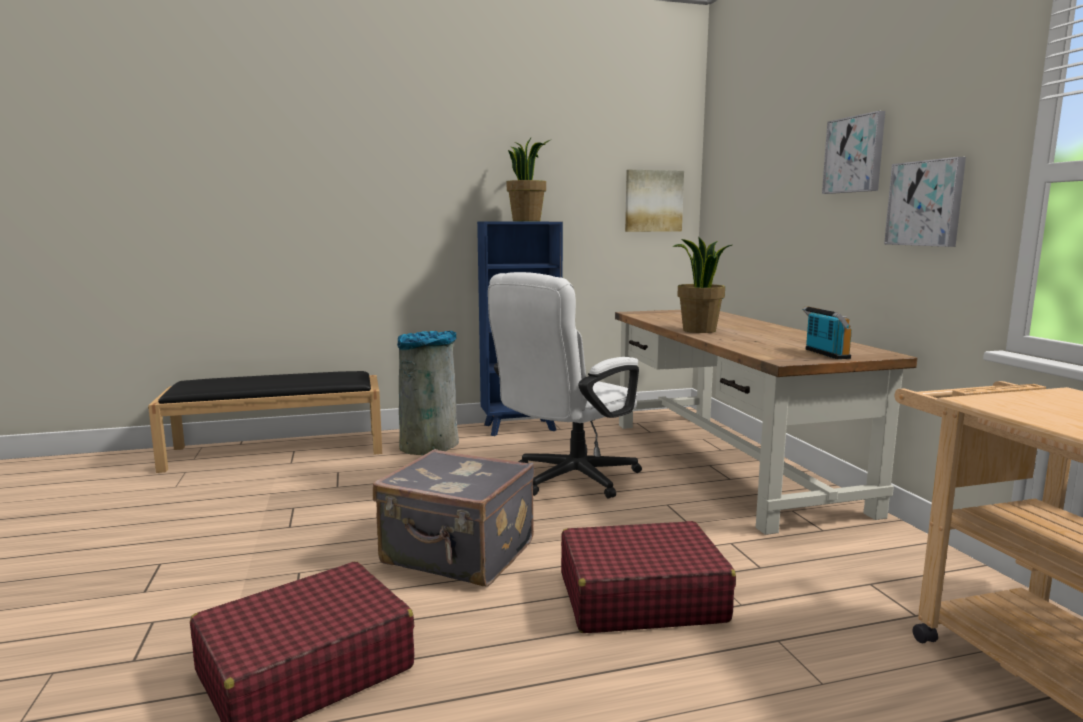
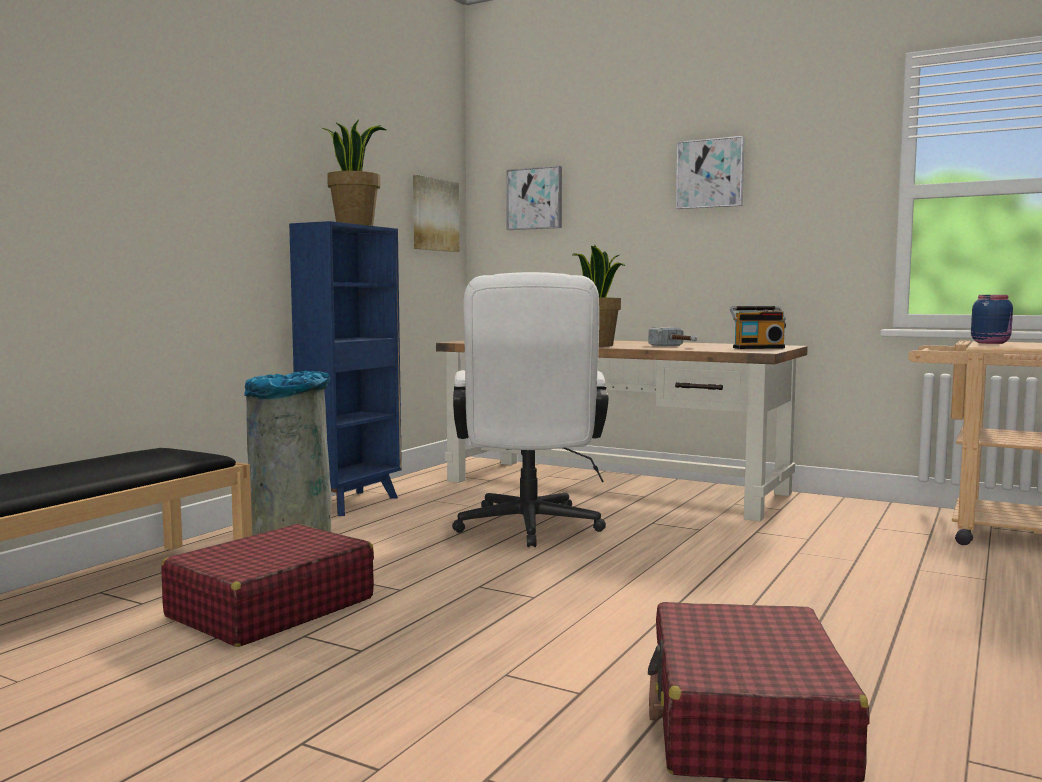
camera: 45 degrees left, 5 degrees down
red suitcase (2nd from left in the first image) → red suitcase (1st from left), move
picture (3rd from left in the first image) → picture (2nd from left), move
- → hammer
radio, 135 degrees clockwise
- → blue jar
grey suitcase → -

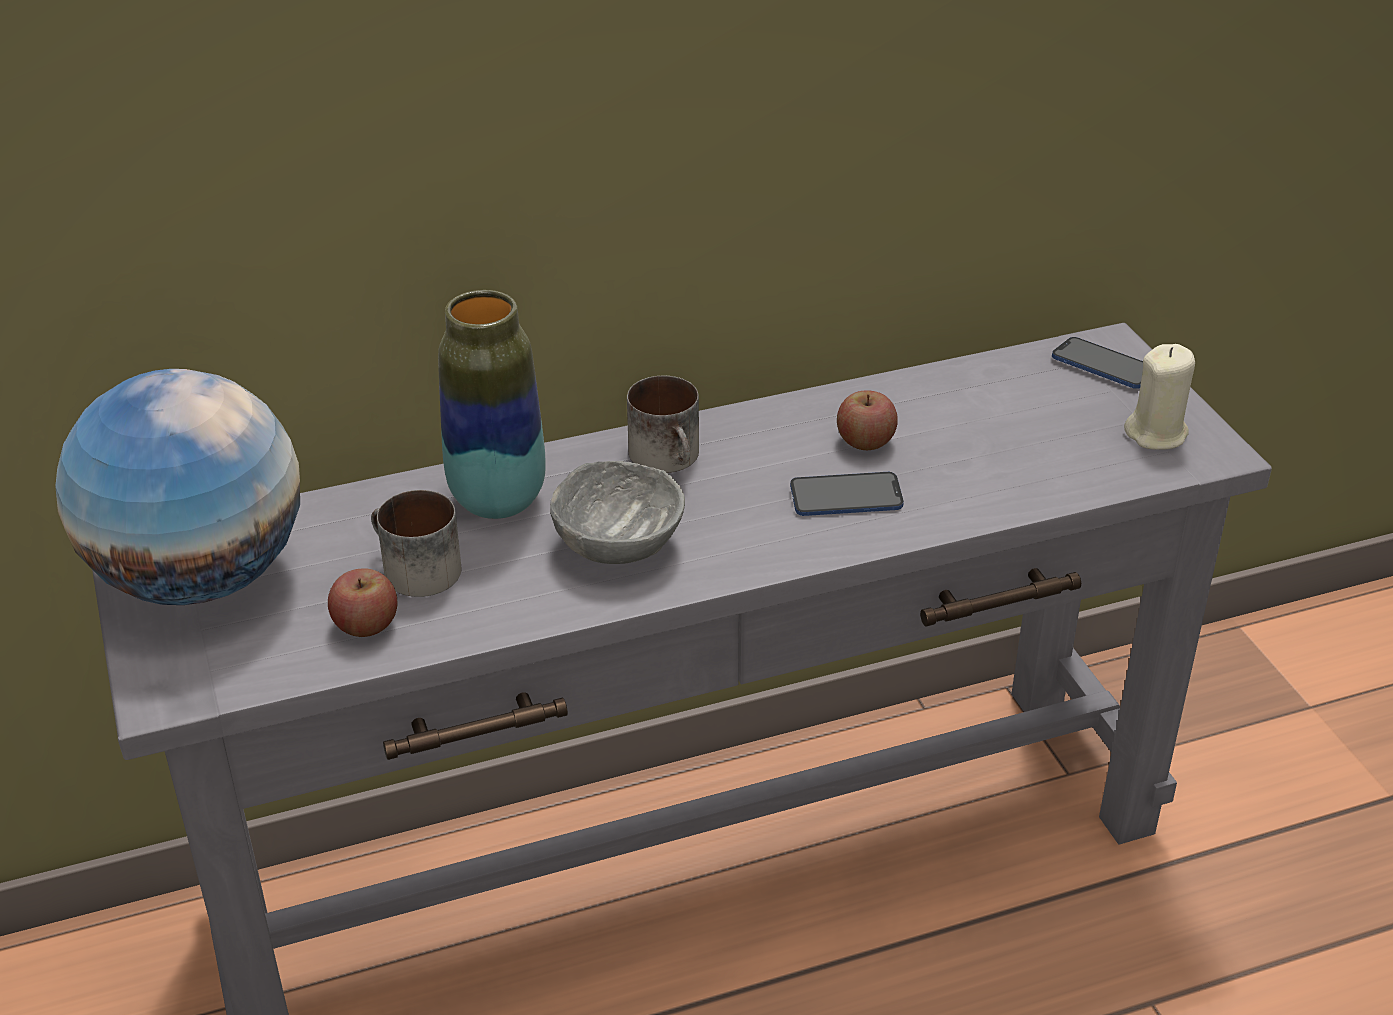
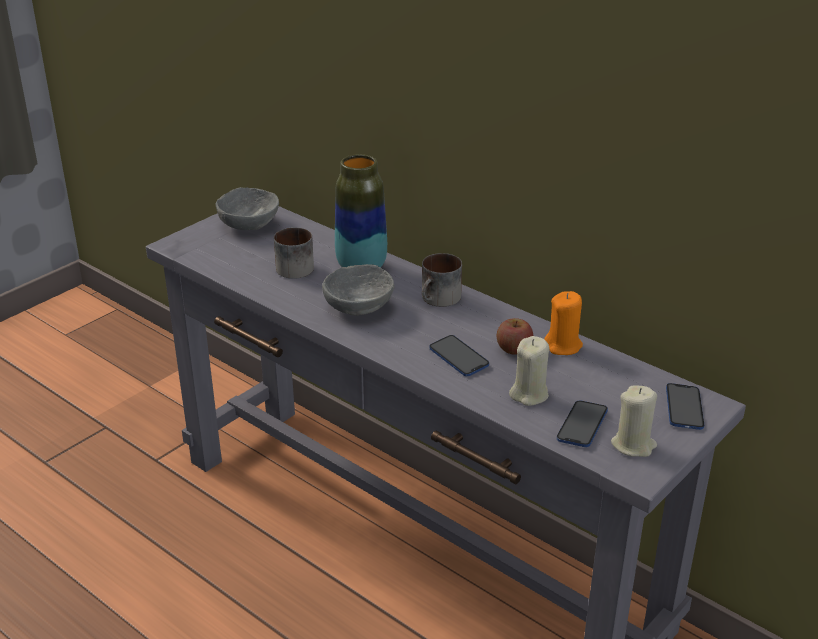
camera: 60 degrees right, 5 degrees down
globe → grey bowl (1st from left)
- → beige candle (1st from left)
- → orange candle
- → phone (2nd from left)
apple (1st from left) → -

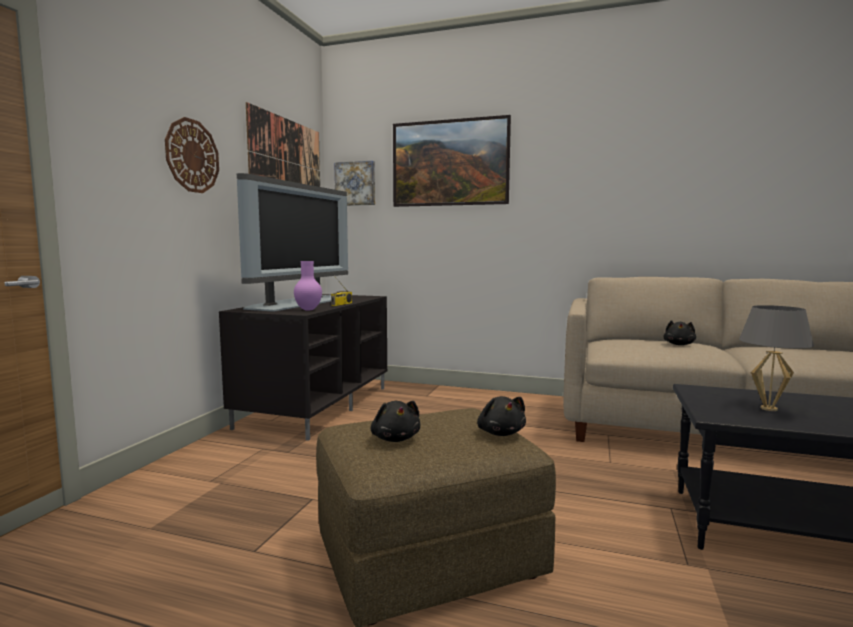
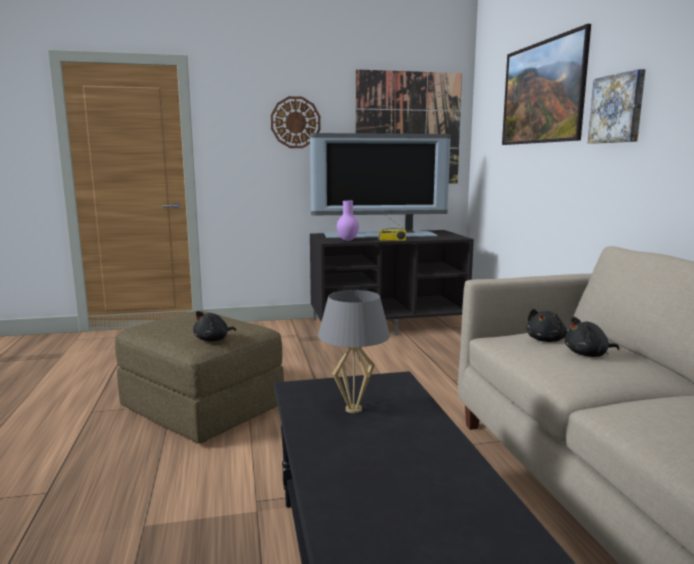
camera: 60 degrees right, 5 degrees up
black plush toy (1st from left in the first image) → black plush toy (2nd from left), move
picture (2nd from left in the first image) → picture (3rd from left), move

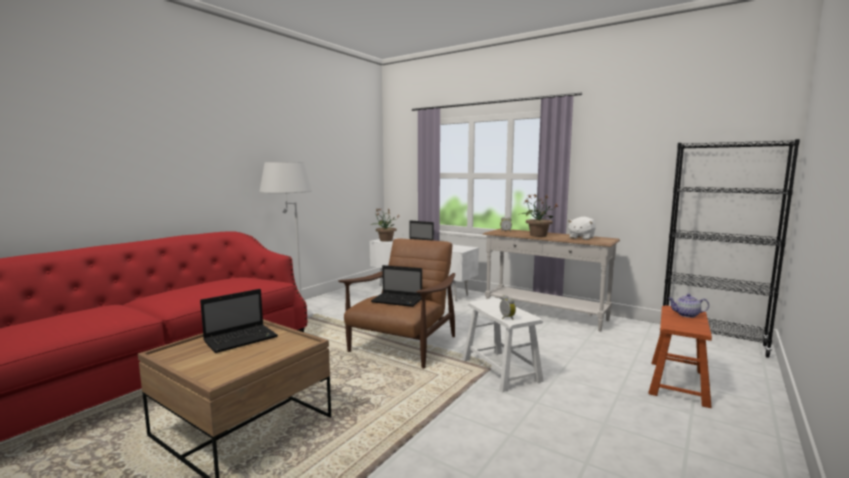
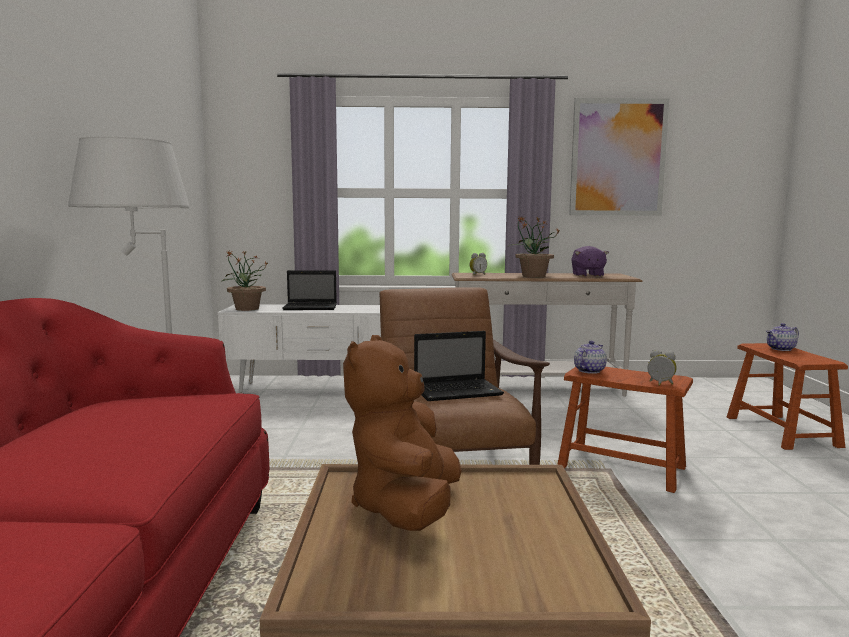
camera: 35 degrees left, 0 degrees up
laptop (1st from left) → brown plush toy
white stool → brown stool (1st from left)
- → picture
white plush toy → purple plush toy
- → teapot (1st from left)
black bookcase → -

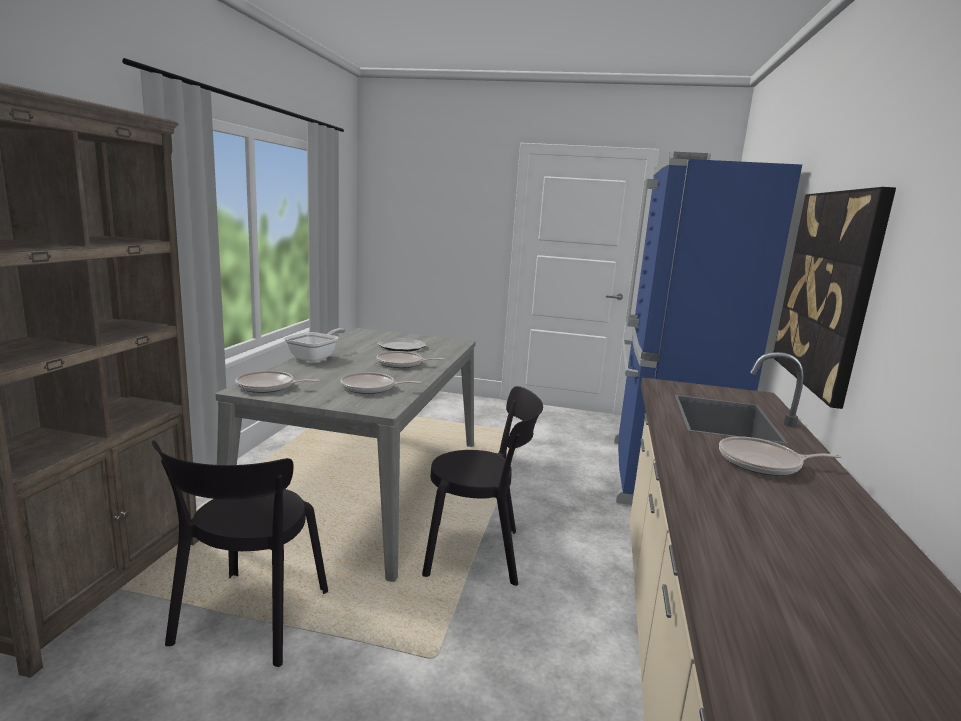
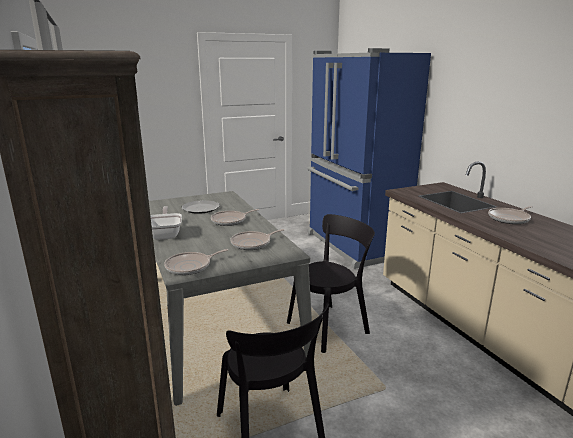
camera: 35 degrees left, 5 degrees up
picture → -

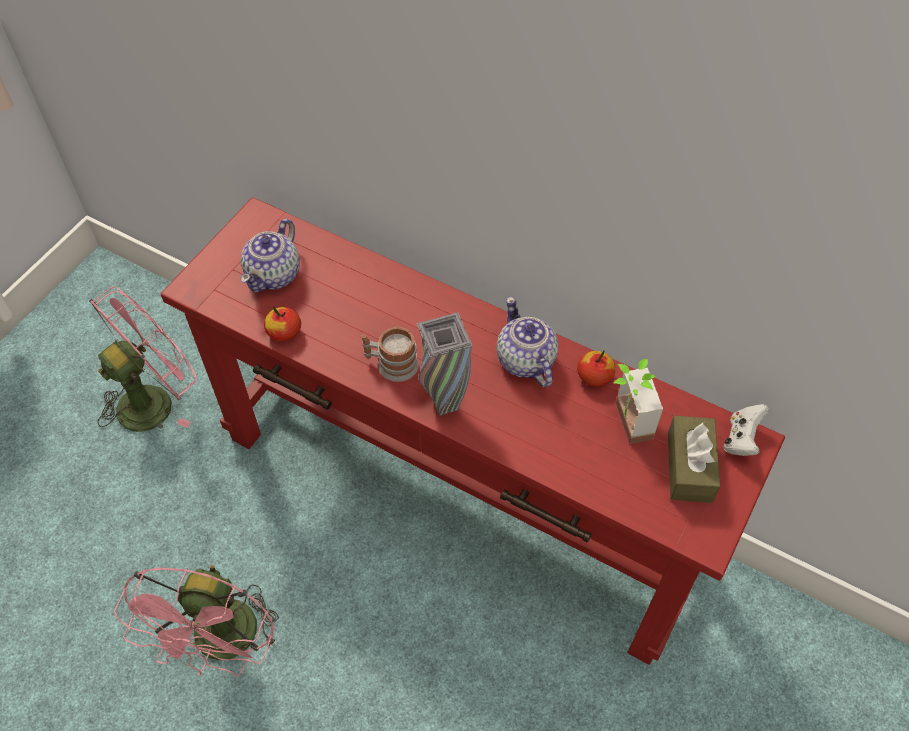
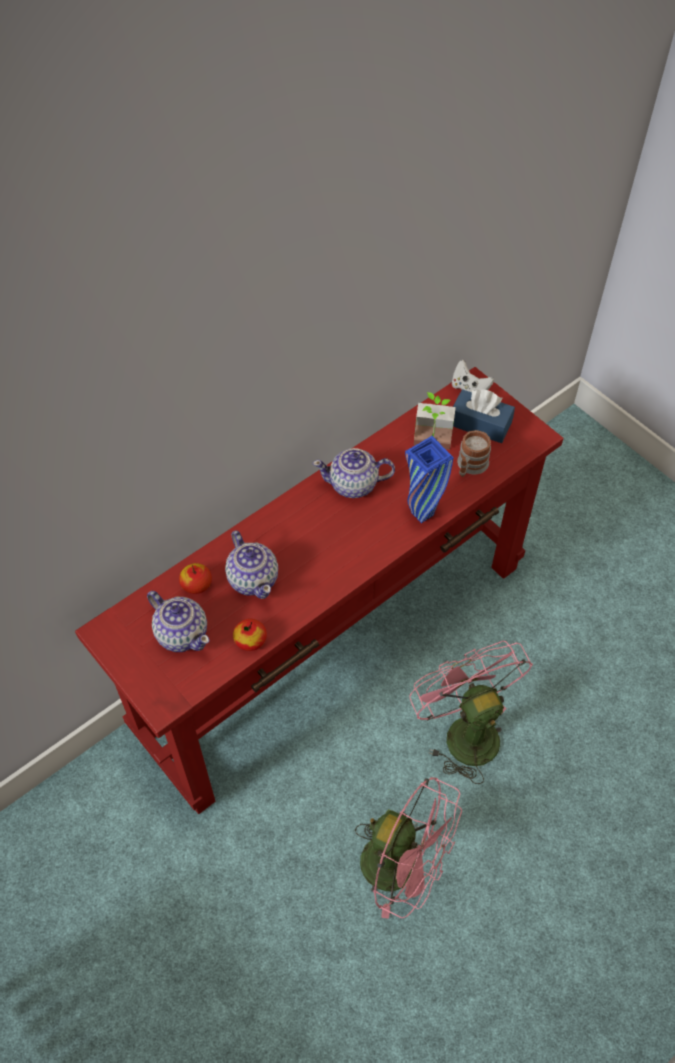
camera: 70 degrees left, 0 degrees up
apple (2nd from left in the first image) → apple (1st from left), move
- → teapot (2nd from left)
- → blue vase
pink fan (1st from left in the first image) → pink fan (2nd from left), move
brown tissue box → blue tissue box
mug, move
grey vase → -

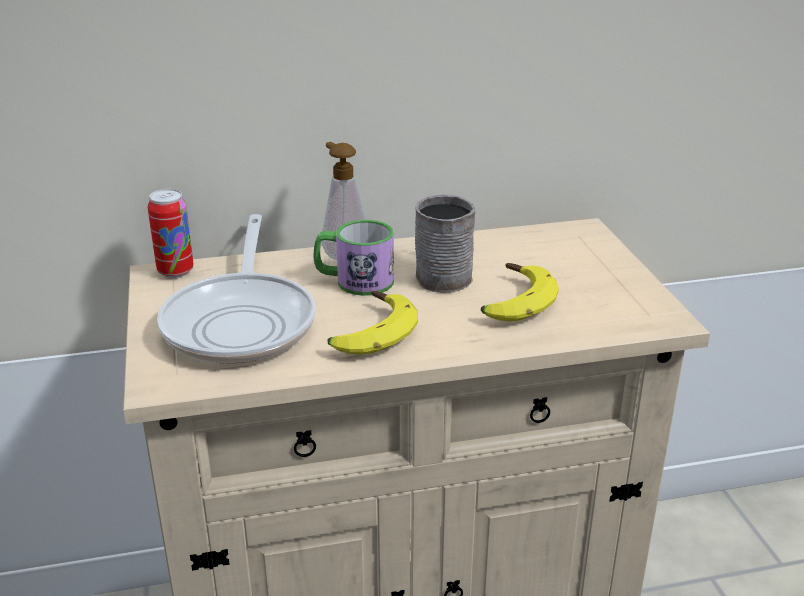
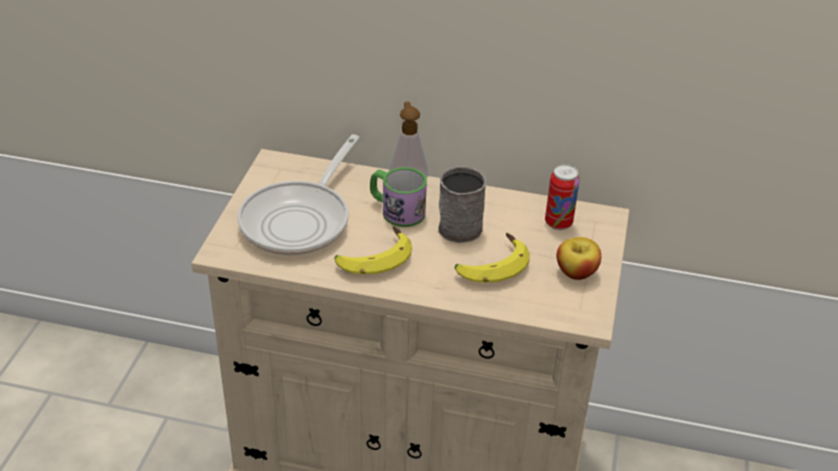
camera: 25 degrees right, 10 degrees up
can, move
- → apple

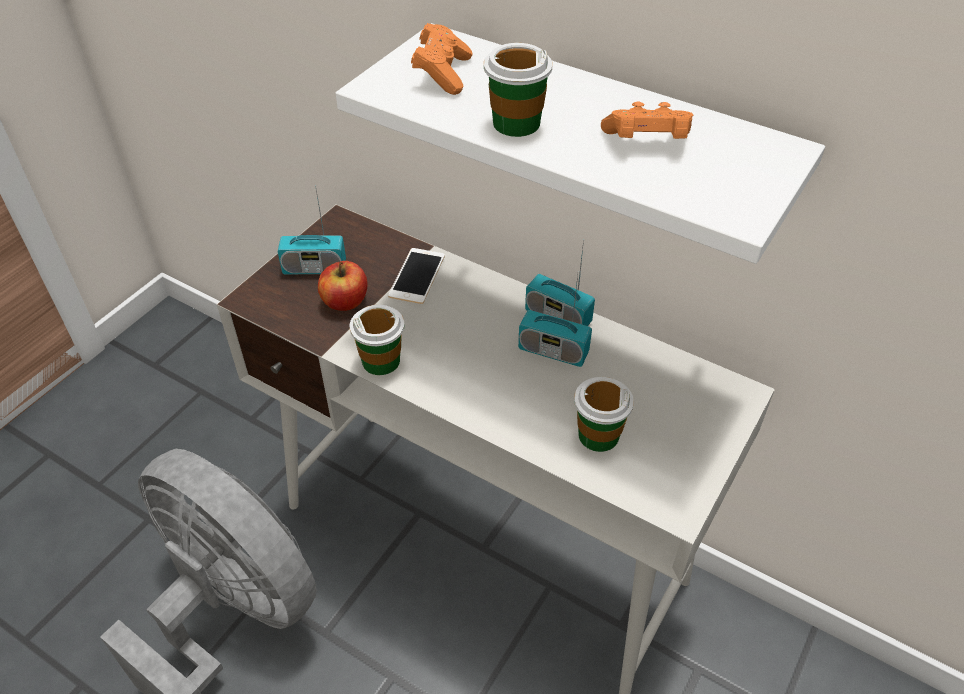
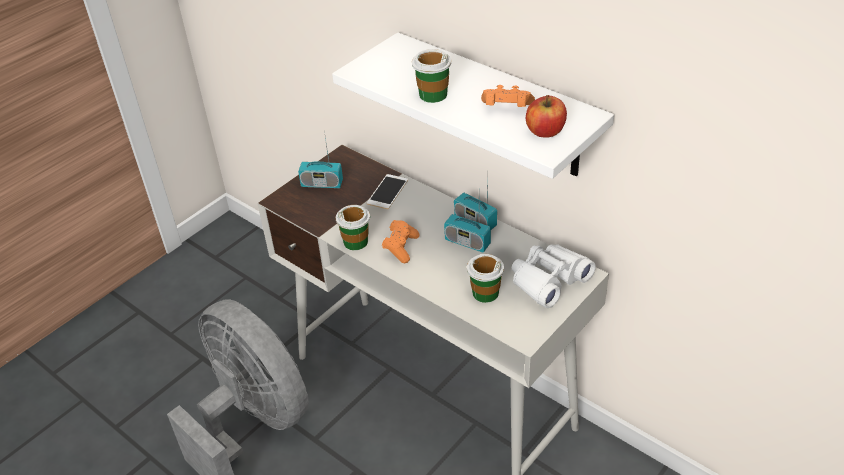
camera: 10 degrees right, 5 degrees down
orange game controller (1st from left), move
- → white binoculars
apple, move

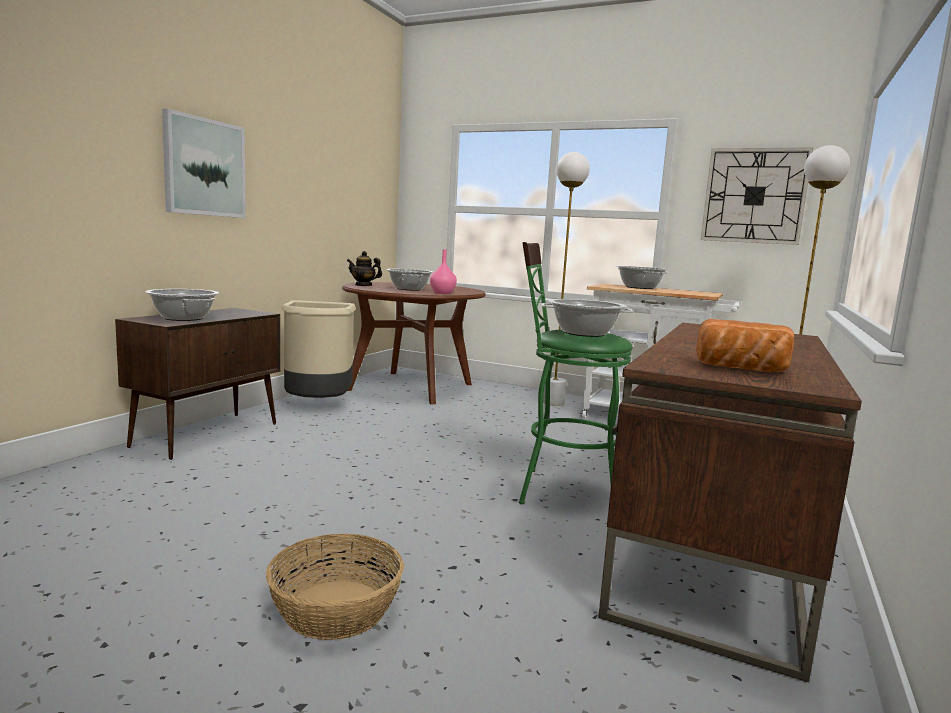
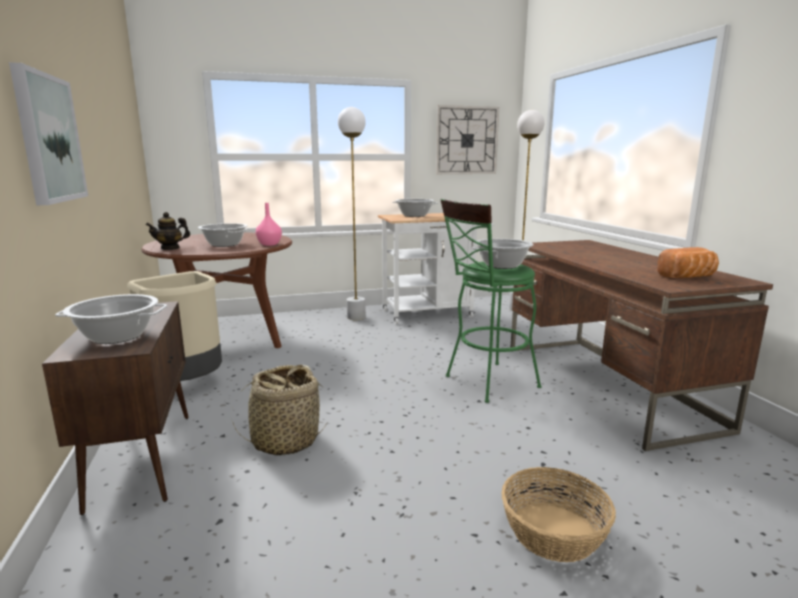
camera: 40 degrees left, 5 degrees up
- → basket (1st from left)

